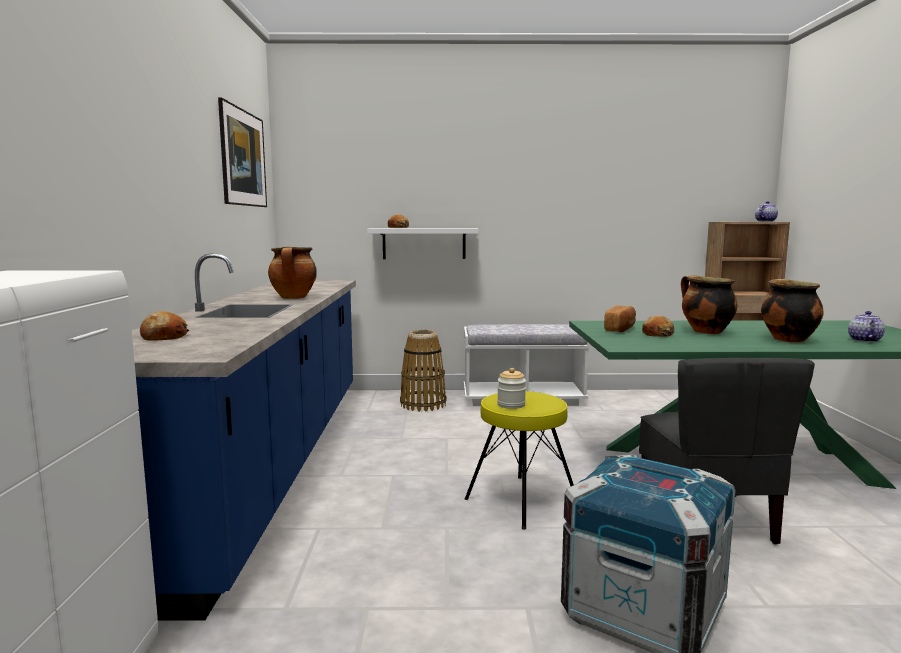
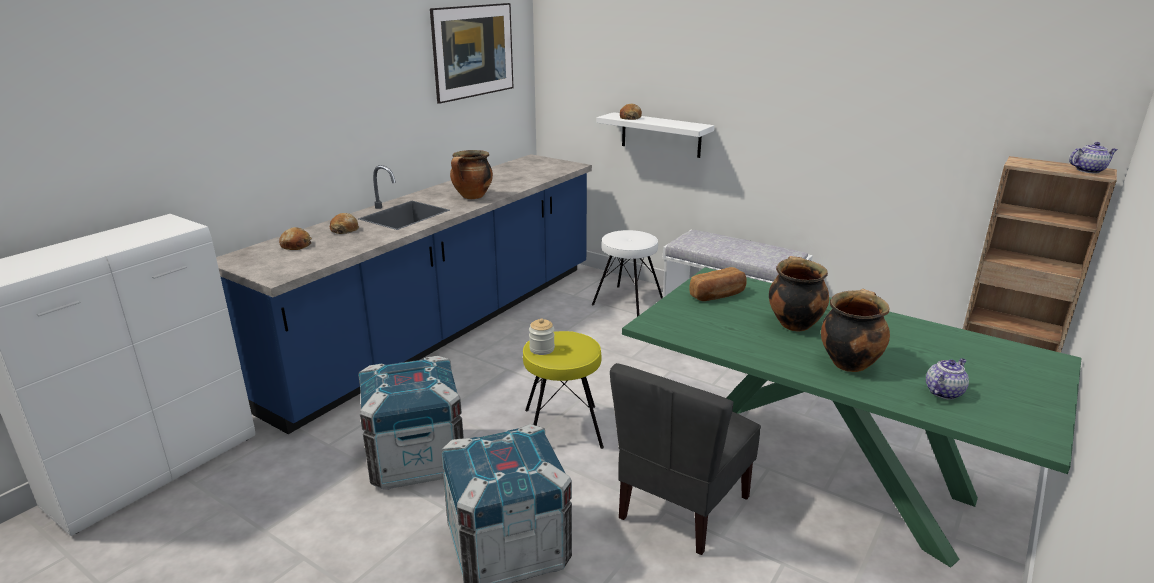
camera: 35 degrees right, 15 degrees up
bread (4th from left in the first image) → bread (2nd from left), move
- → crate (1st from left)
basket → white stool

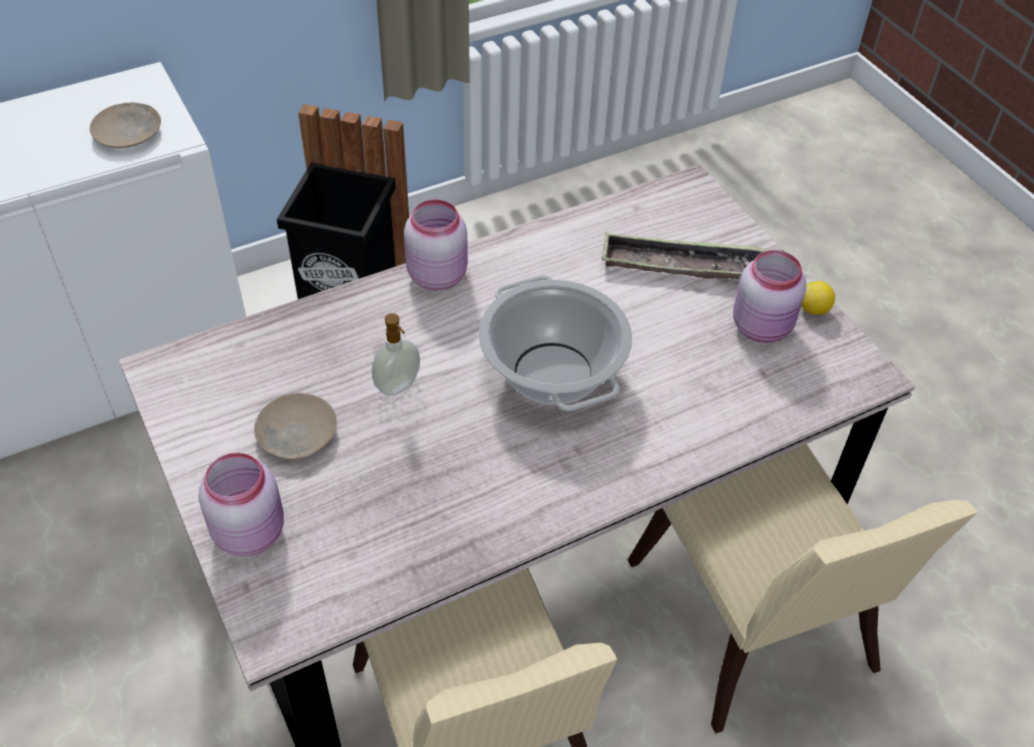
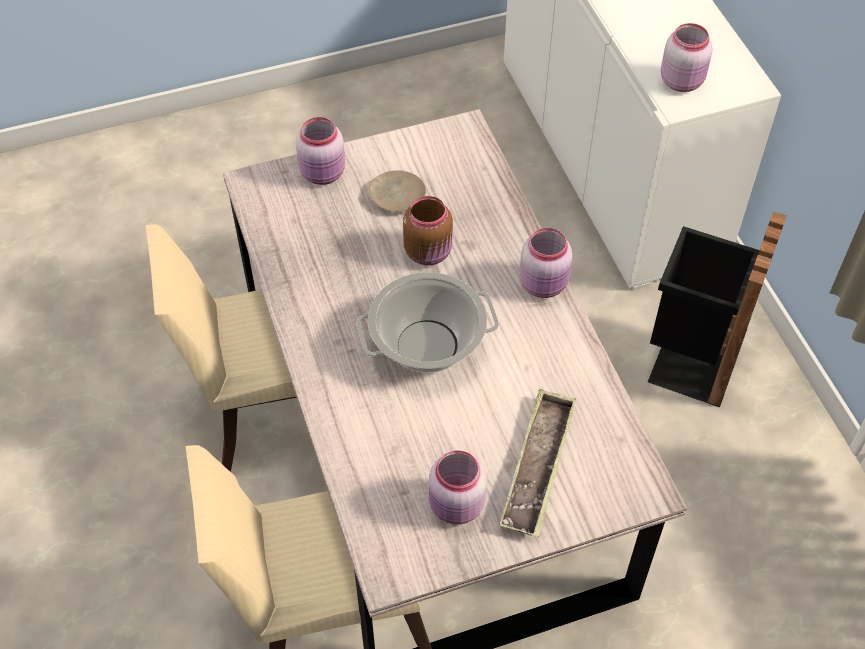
camera: 100 degrees right, 5 degrees up
soap dispenser → brown jar
beige plate (1st from left) → pink jar (4th from left)
lemon → -

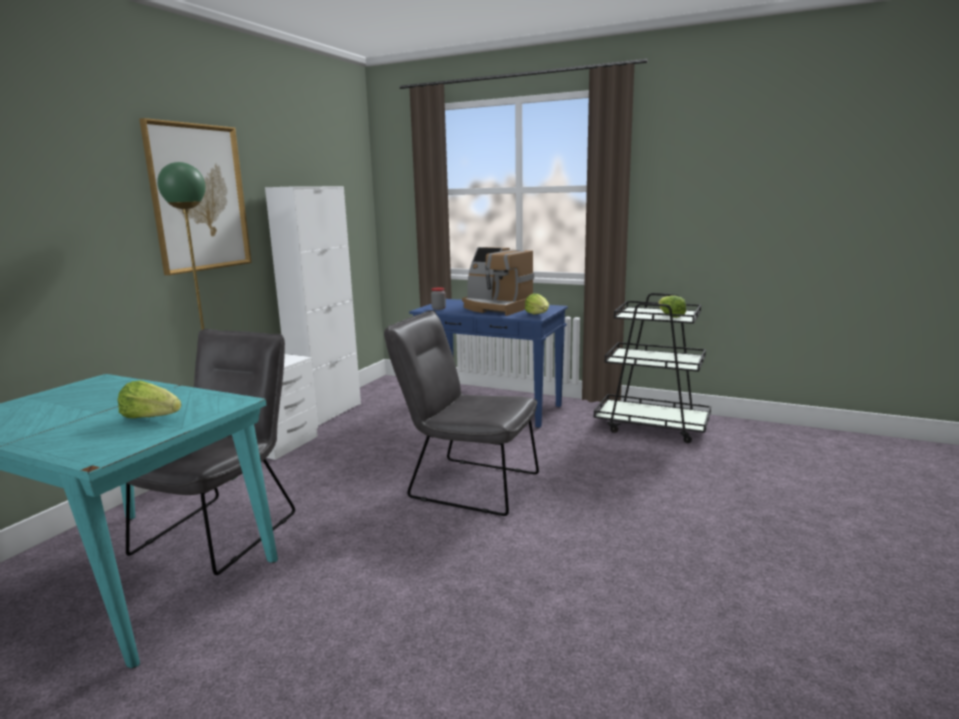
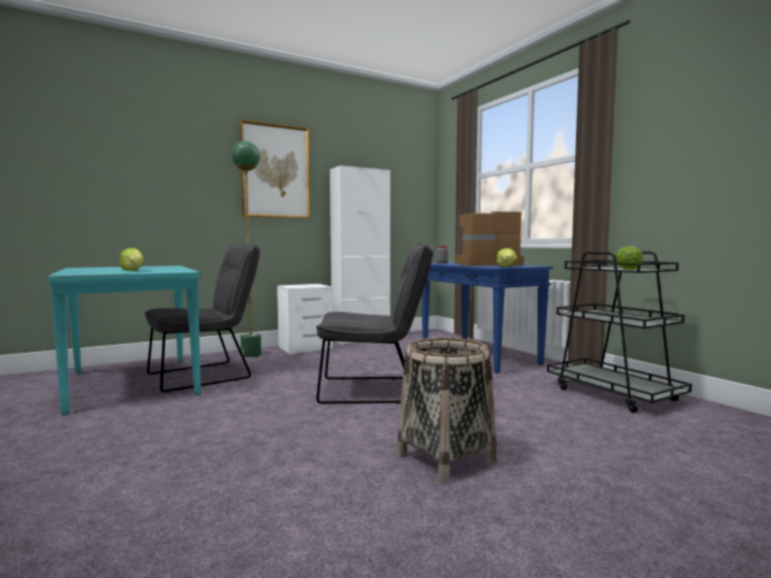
camera: 35 degrees right, 10 degrees down
grey chair (2nd from left), 120 degrees clockwise
- → basket
coffee machine, 105 degrees clockwise

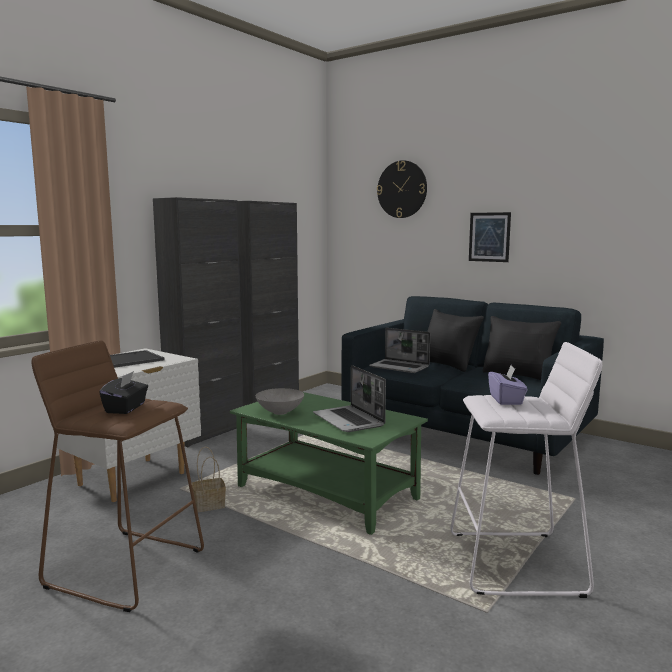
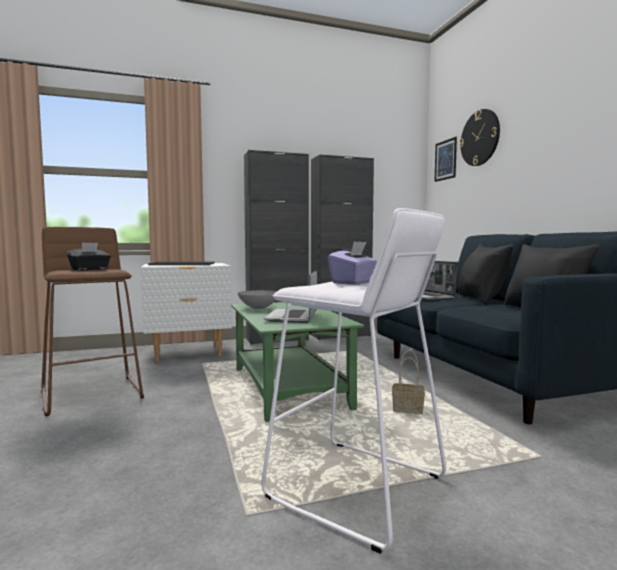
camera: 35 degrees right, 5 degrees down
basket, move
picture, move

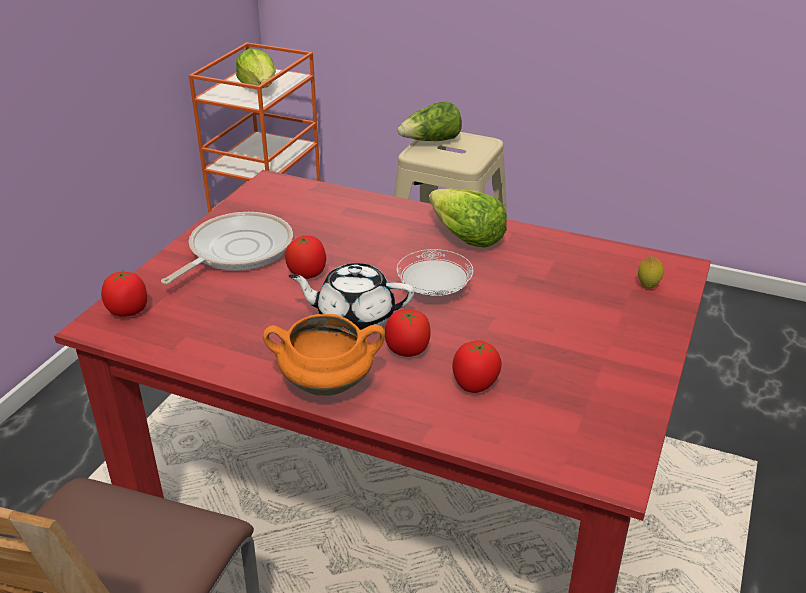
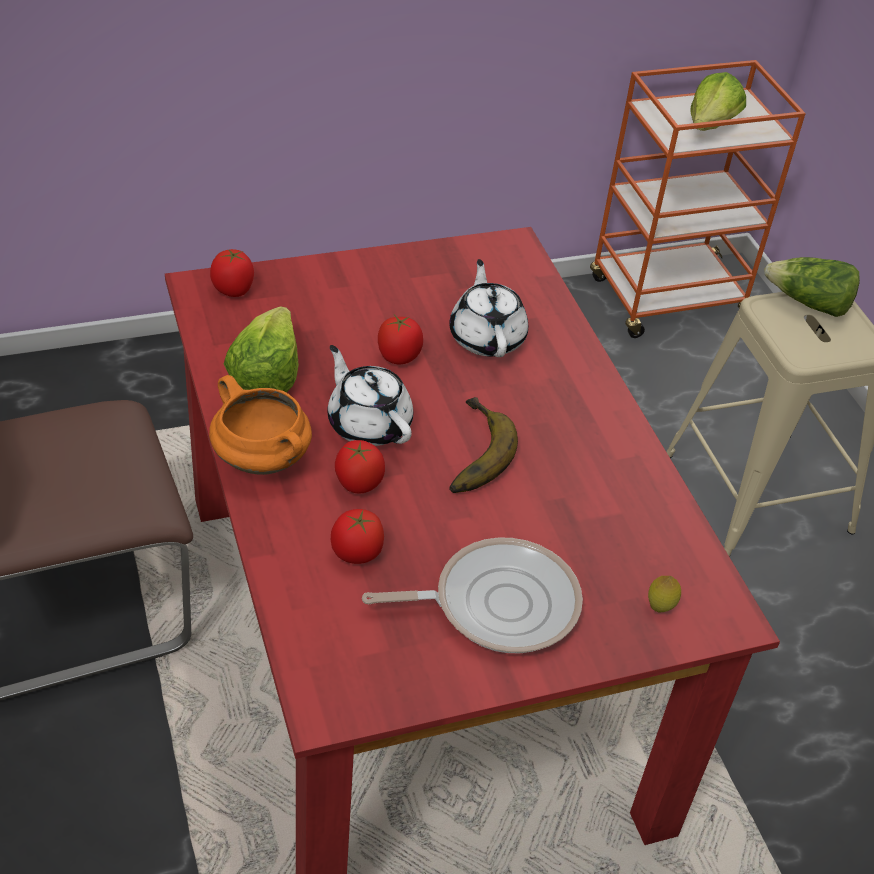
camera: 45 degrees right, 10 degrees up
lettuce (3rd from left in the first image) → lettuce (1st from left), move
frying pan, move
- → white teapot (2nd from left)
white plate → banana

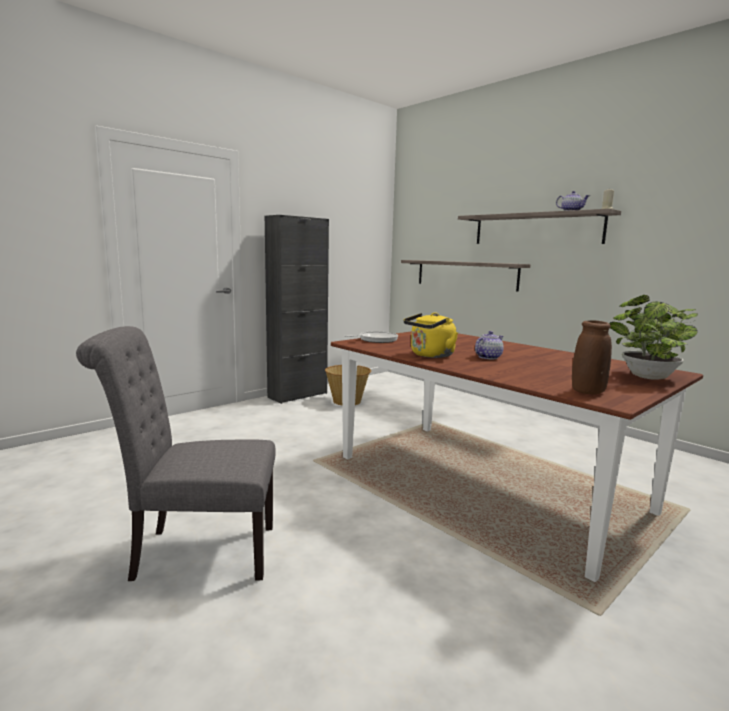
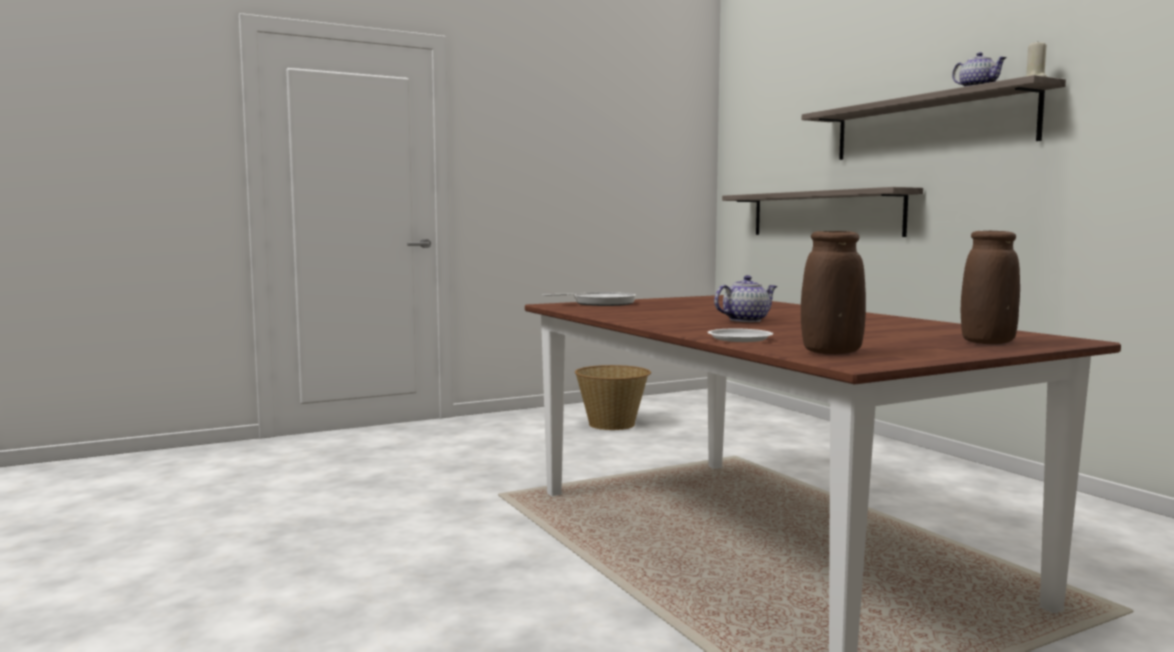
camera: 15 degrees right, 5 degrees down
- → white plate
potted plant → brown vase (2nd from left)
grey chair → -
black cabinet → -
yellow kettle → -

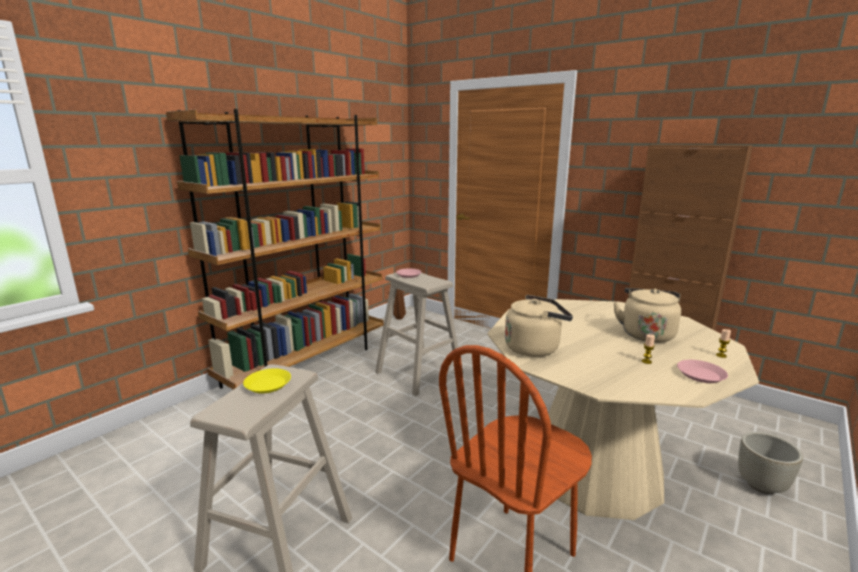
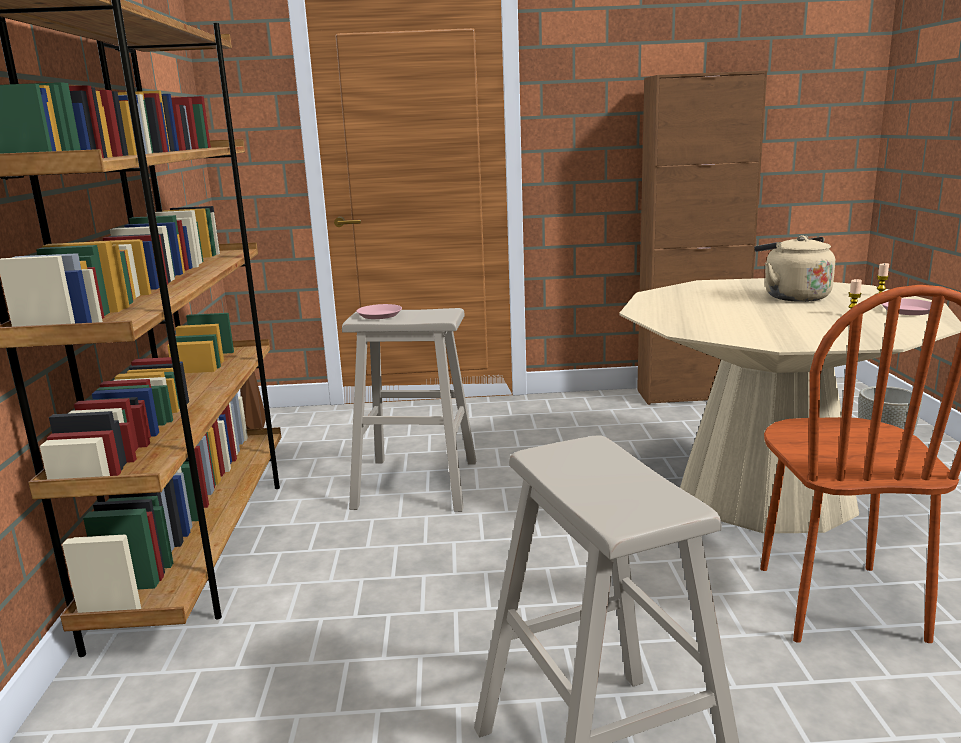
camera: 40 degrees left, 0 degrees up
yellow plate → -
beige kettle (1st from left) → -

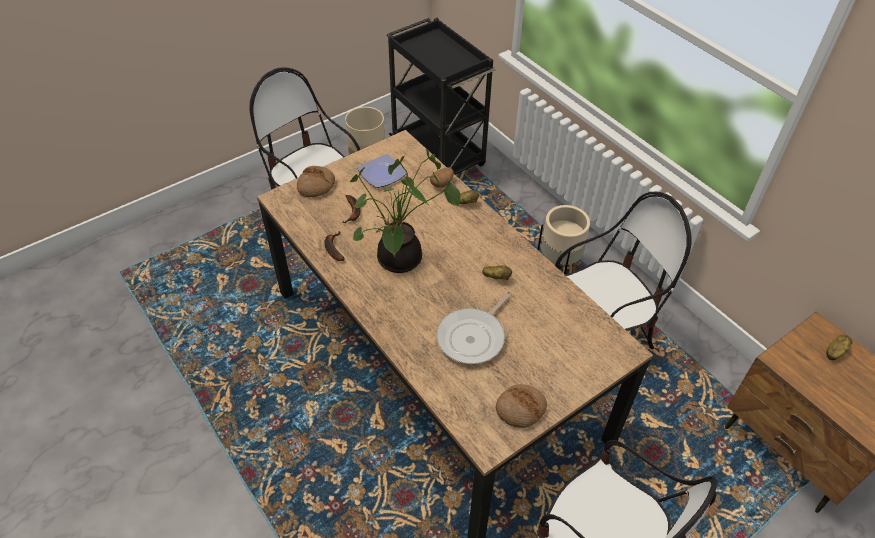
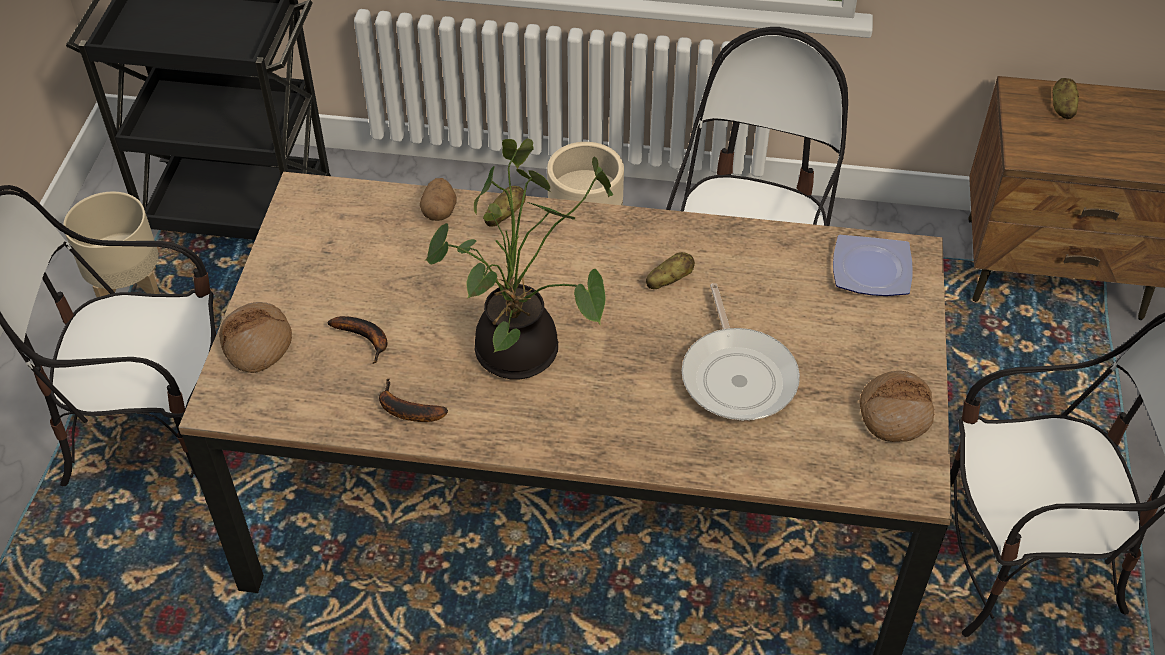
camera: 45 degrees left, 0 degrees up
plate, move

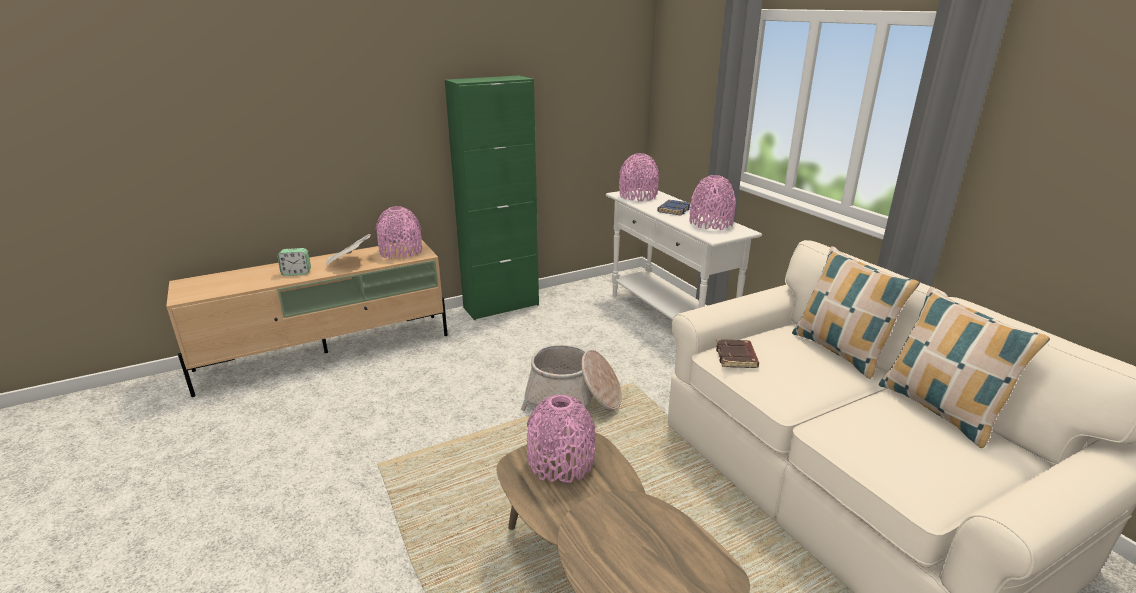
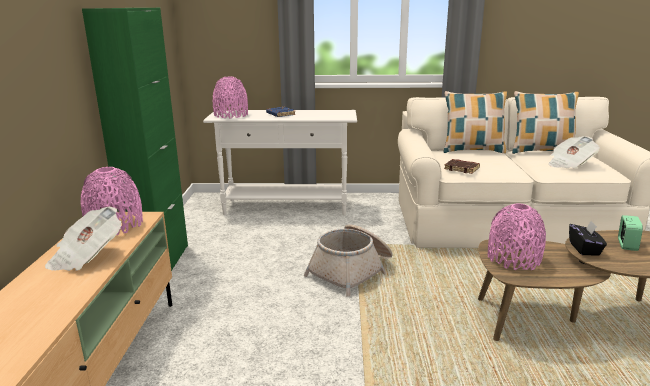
camera: 60 degrees left, 5 degrees down
- → newspaper (2nd from left)
- → black tissue box
alarm clock, move
pink vase (4th from left) → -

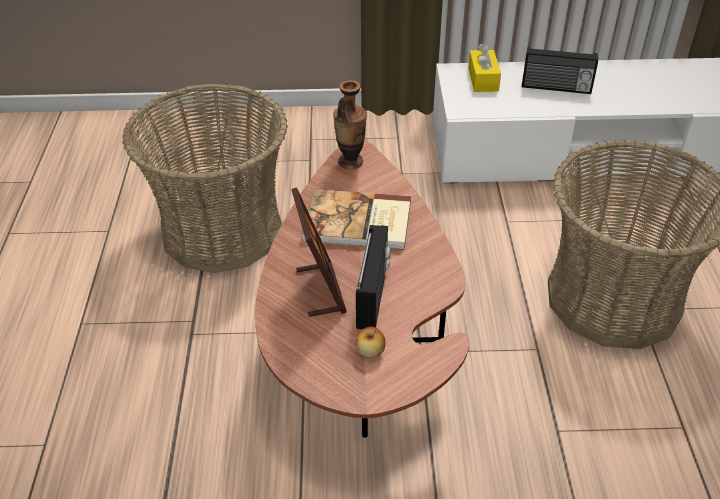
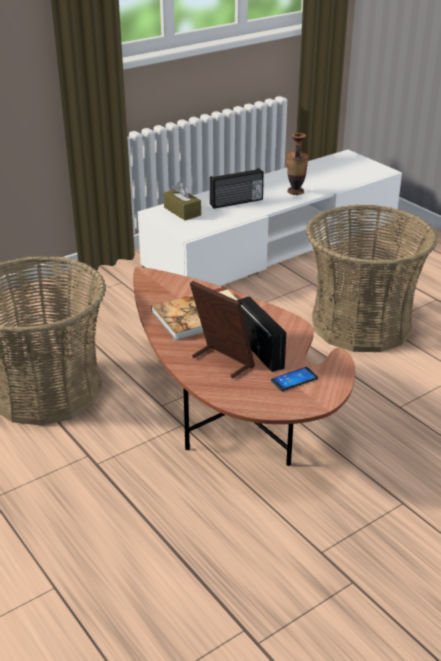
camera: 35 degrees left, 10 degrees down
yellow tissue box → brown tissue box
apple → phone
vase, move

